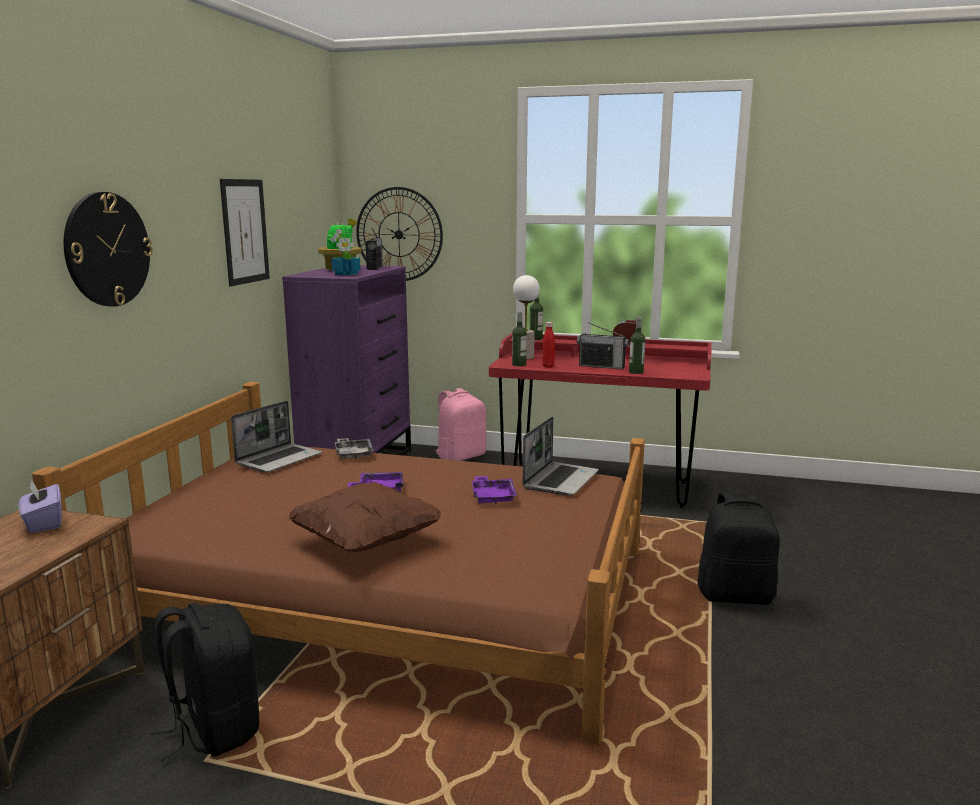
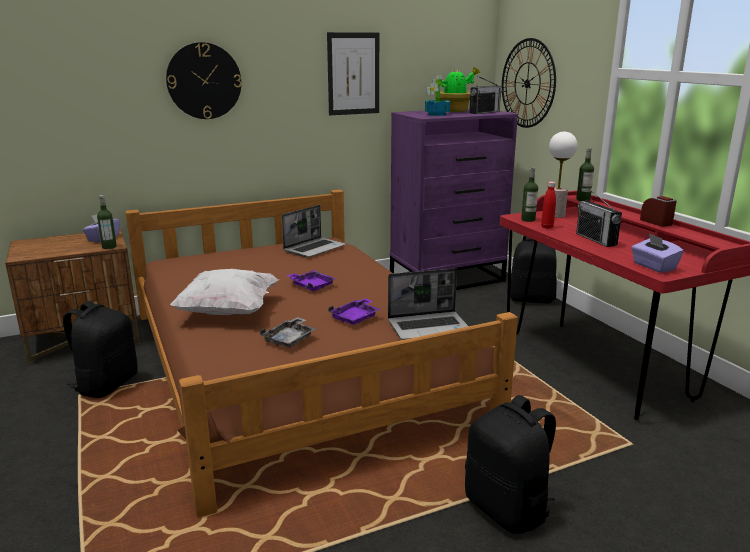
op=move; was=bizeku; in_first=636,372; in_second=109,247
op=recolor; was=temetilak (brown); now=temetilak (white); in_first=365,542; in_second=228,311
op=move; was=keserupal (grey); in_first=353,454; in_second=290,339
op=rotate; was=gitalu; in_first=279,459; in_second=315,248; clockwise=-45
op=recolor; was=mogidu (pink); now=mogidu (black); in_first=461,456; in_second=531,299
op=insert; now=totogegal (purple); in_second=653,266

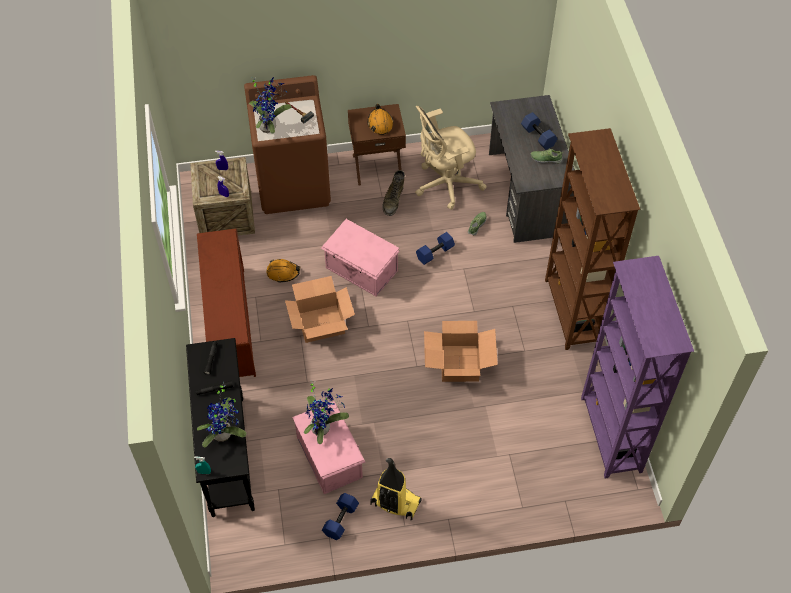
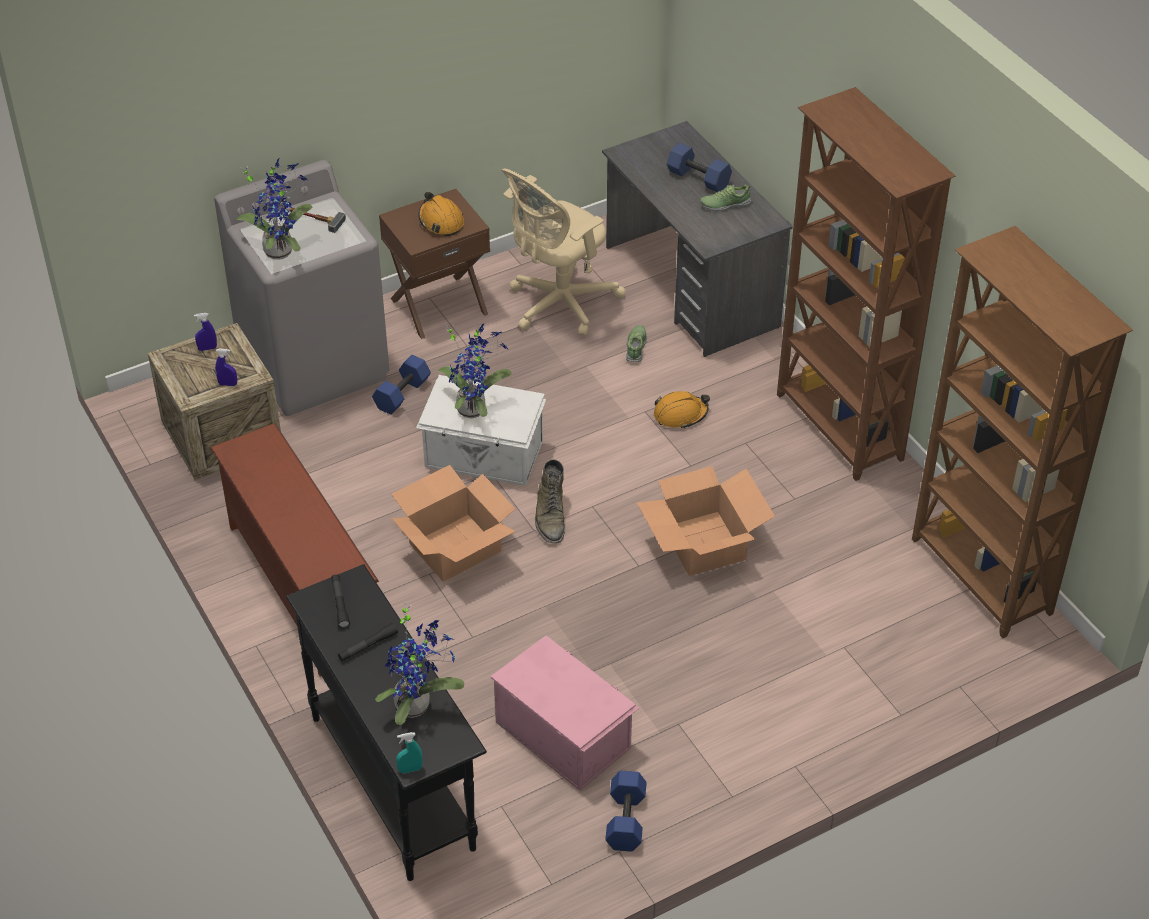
op=recolor; was=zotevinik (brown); now=zotevinik (grey); in_first=293,184; in_second=314,363
op=move; was=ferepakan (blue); in_first=435,252; in_second=402,393
op=recolor; was=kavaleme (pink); now=kavaleme (white); in_first=361,270; in_second=484,455
op=move; was=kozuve; in_first=323,427; in_second=474,407
op=move; was=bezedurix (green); in_first=393,200; in_second=550,516
op=move; was=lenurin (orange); in_first=283,273; in_second=680,414
op=recolor; was=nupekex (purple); now=nupekex (brown); in_first=610,435; in_second=980,577
op=delete; was=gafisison; in_first=394,503

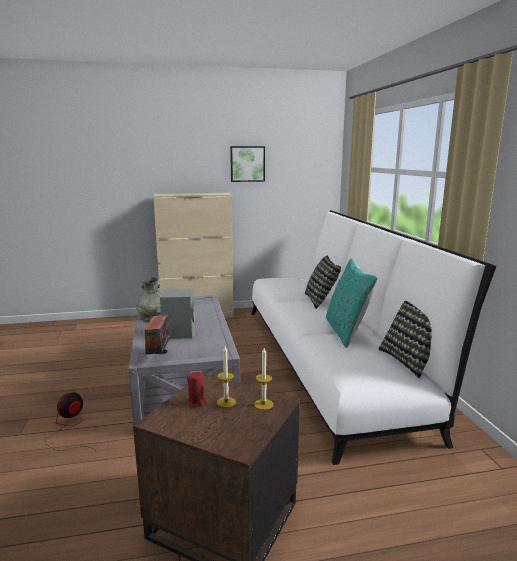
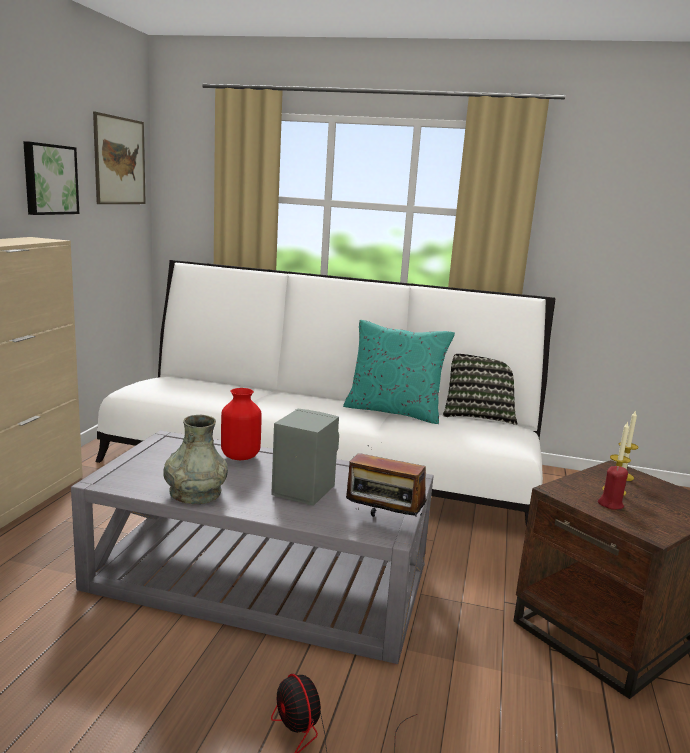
op=insert; now=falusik; in_second=120,161
op=insert; now=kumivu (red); in_second=240,456
op=delete; was=temetilak; in_first=321,300

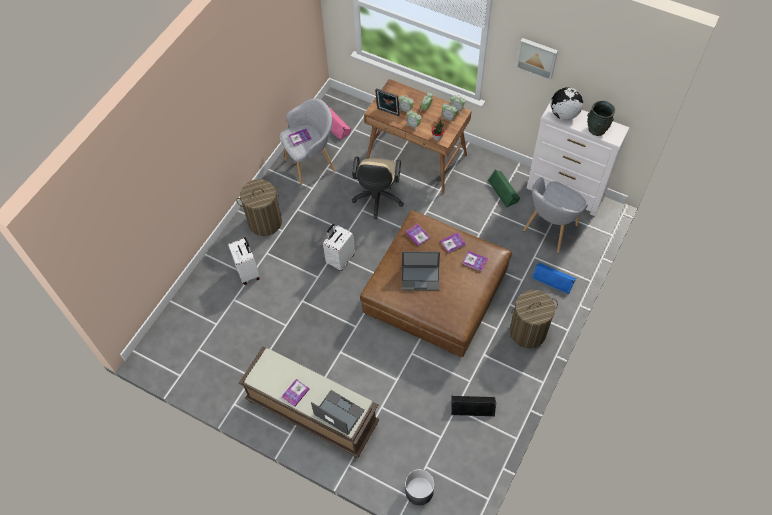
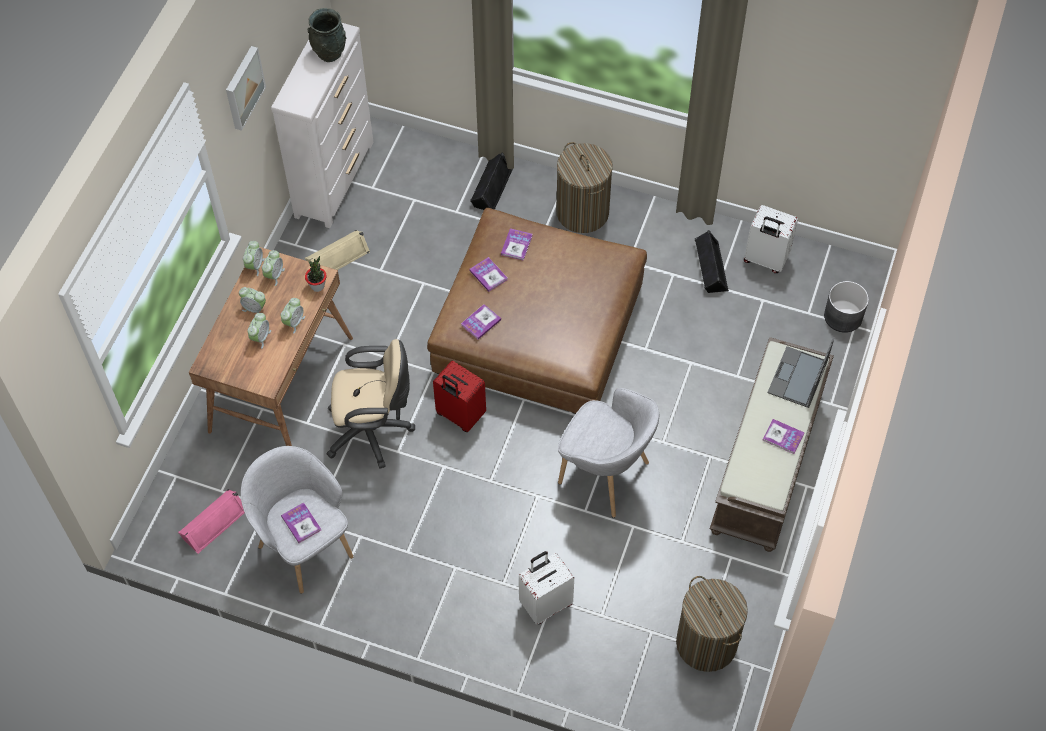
op=recolor; was=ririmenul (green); now=ririmenul (beige); in_first=504,190; in_second=337,257
op=insert; now=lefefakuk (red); in_second=459,415
op=recolor; was=ririmenul (blue); now=ririmenul (black); in_first=553,279; in_second=491,187
op=move; was=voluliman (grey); in_first=550,230; in_second=605,476
op=move; was=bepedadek; in_first=265,222; in_second=706,643
op=move; was=lefefakuk (white); in_first=340,259; in_second=765,260
op=delete; was=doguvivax; in_first=387,113
op=delete; was=gitalu; in_first=421,278
op=delete; was=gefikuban; in_first=563,114

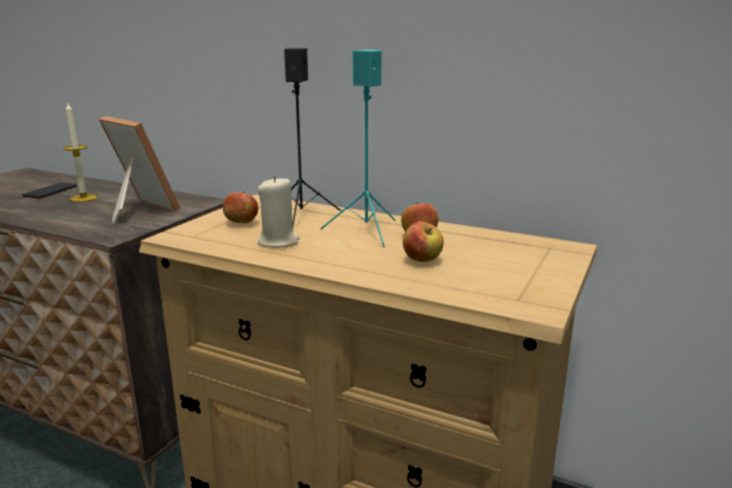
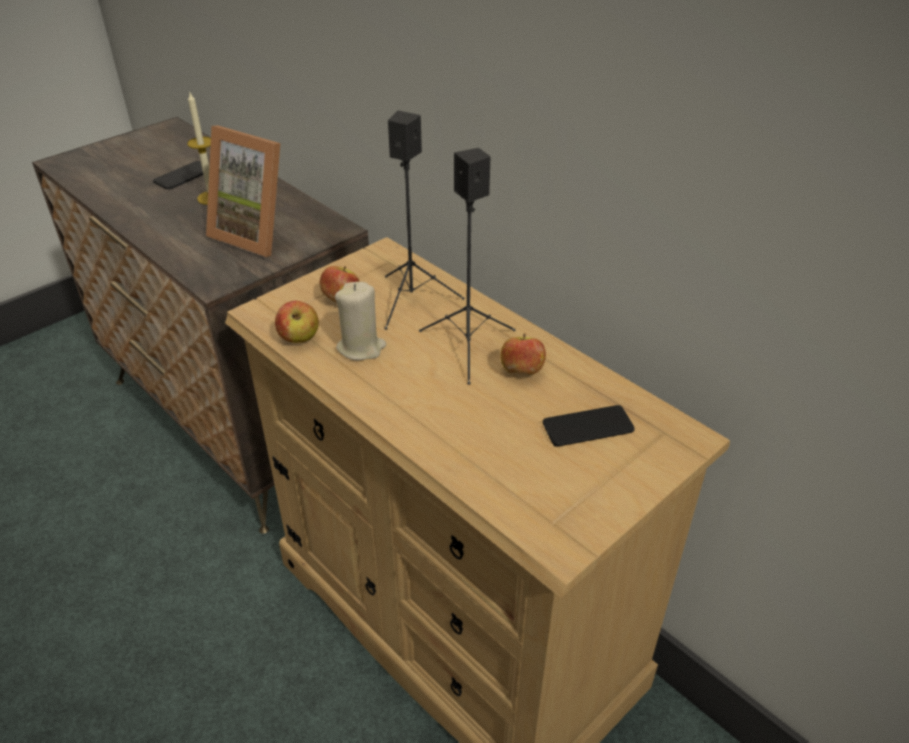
op=rotate; was=doguvivax; in_first=137,210; in_second=257,234; clockwise=150
op=move; was=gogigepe; in_first=422,260; in_second=299,338
op=recolor; was=ririmenul (turquoise); now=ririmenul (black); in_first=367,231; in_second=468,348
op=insert; now=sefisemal; in_second=588,427

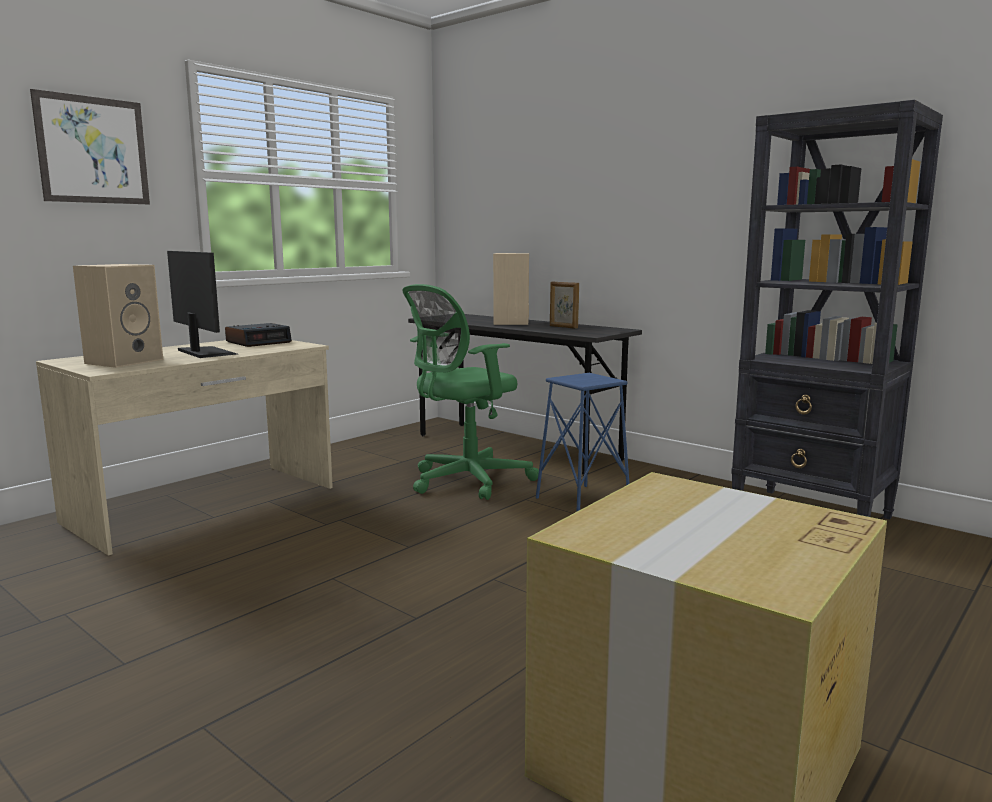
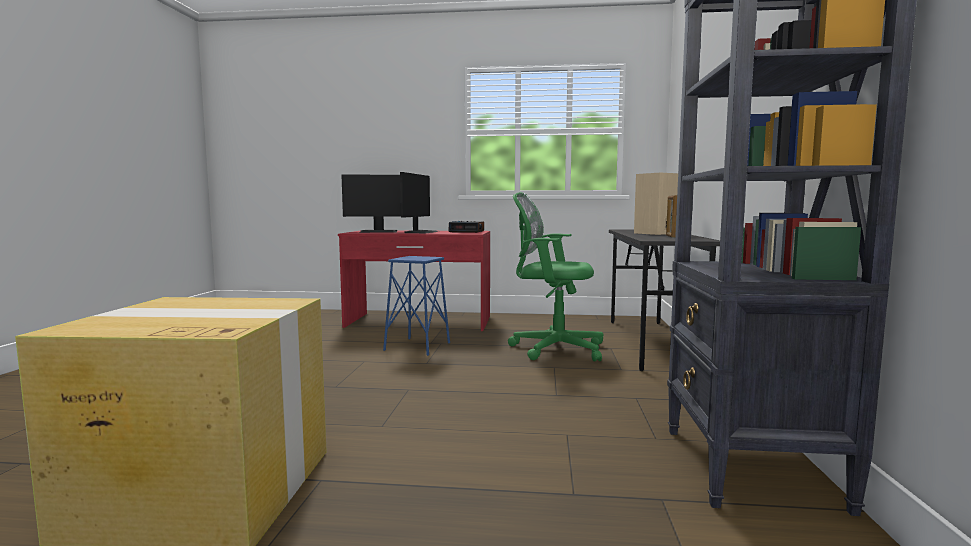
op=recolor; was=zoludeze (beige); now=zoludeze (red); in_first=205,504; in_second=419,322
op=replace; was=ririmenul (beige); now=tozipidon; in_first=125,361; in_second=378,231
op=move; was=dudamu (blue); in_first=582,501; in_second=417,346
op=delete; was=falusik; in_first=93,150

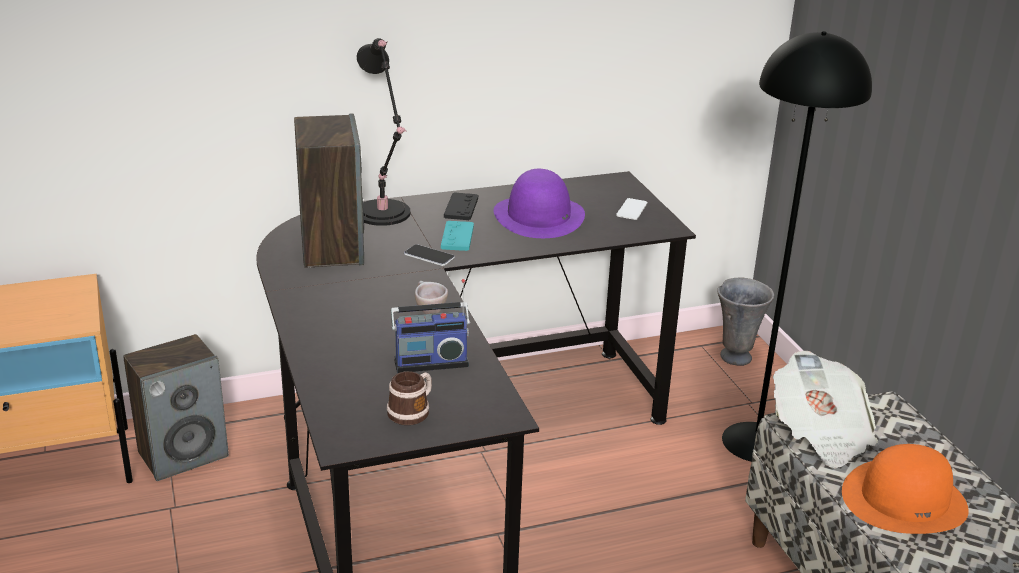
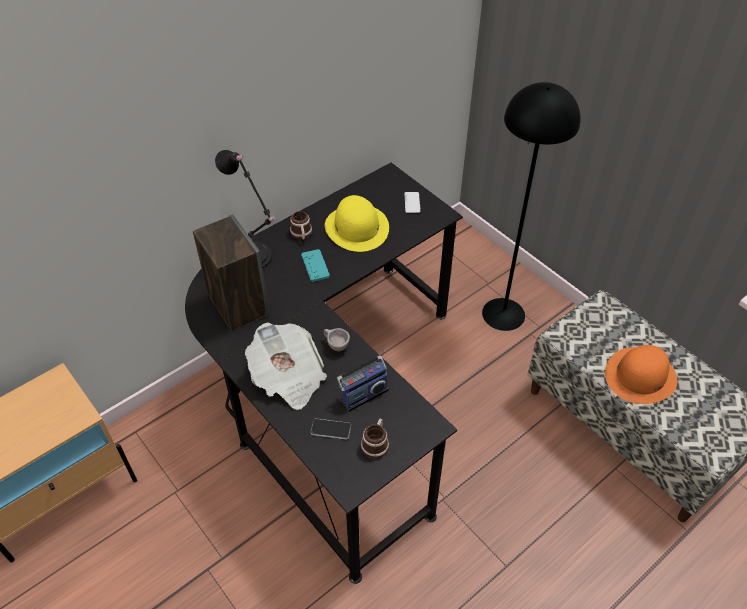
op=move; was=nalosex; in_first=820,433; in_second=288,378
op=replace; was=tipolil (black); now=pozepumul; in_first=461,207; in_second=301,234
op=move; was=sefisemal; in_first=429,256; in_second=330,429
op=recolor; was=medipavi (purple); now=medipavi (yellow); in_first=539,216; in_second=357,228
op=delete; was=ririmenul; in_first=183,454
op=delete; was=kumivu (grey); in_first=736,356

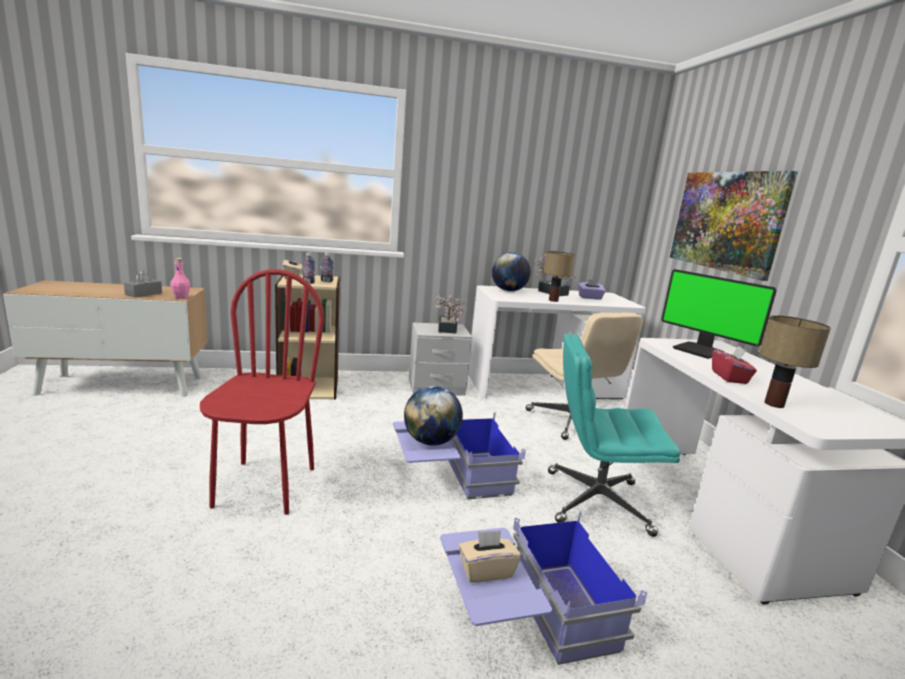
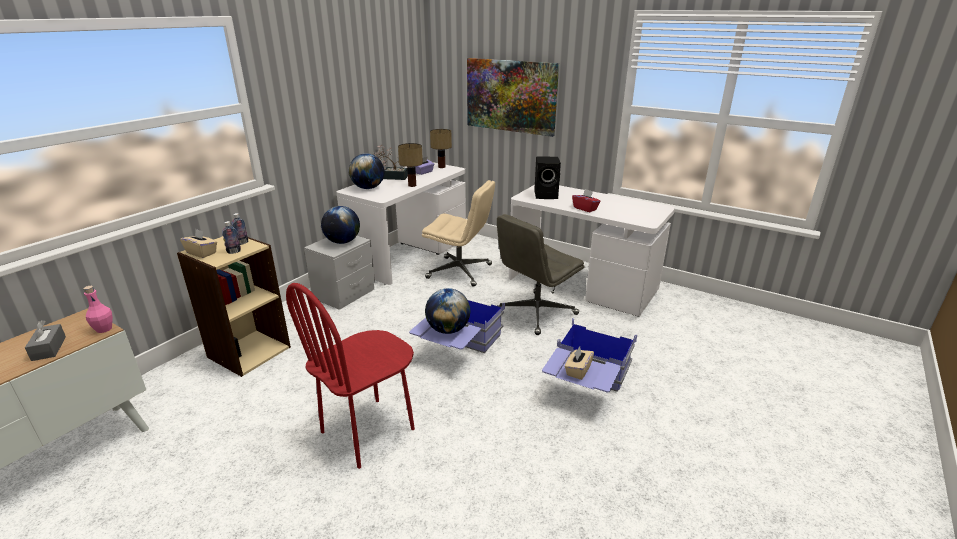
op=rotate; was=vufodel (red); in_first=264,486; in_second=368,431; clockwise=-90
op=replace; was=kozuve; now=gefikuban; in_first=446,330; in_second=342,242
op=move; was=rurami; in_first=773,404; in_second=441,167
op=recolor; was=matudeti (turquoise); now=matudeti (grey); in_first=595,502; in_second=536,313
op=replace; was=tozipidon; now=ririmenul (black); in_first=699,350; in_second=547,195

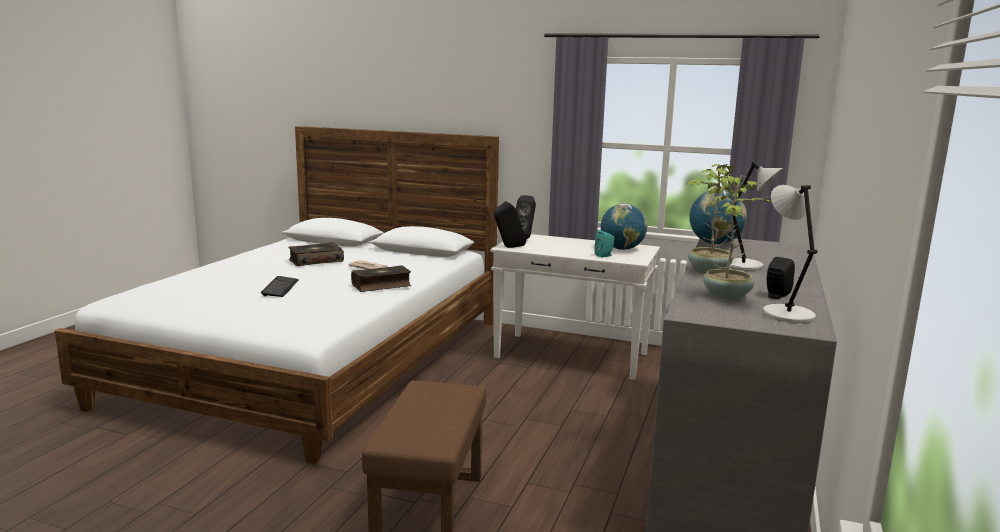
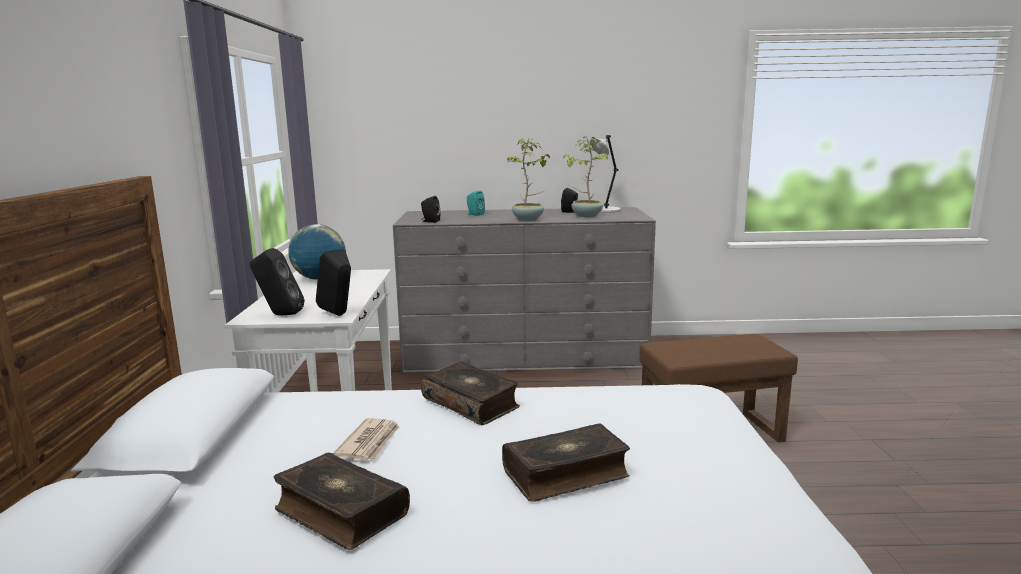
op=replace; was=gefikuban; now=ririmenul (black); in_first=715,244; in_second=430,221
op=move; was=ririmenul (turquoise); in_first=605,255; in_second=474,214
op=replace; was=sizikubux; now=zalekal; in_first=280,288; in_second=566,474
op=delete; was=rurami (grey); in_first=745,266

